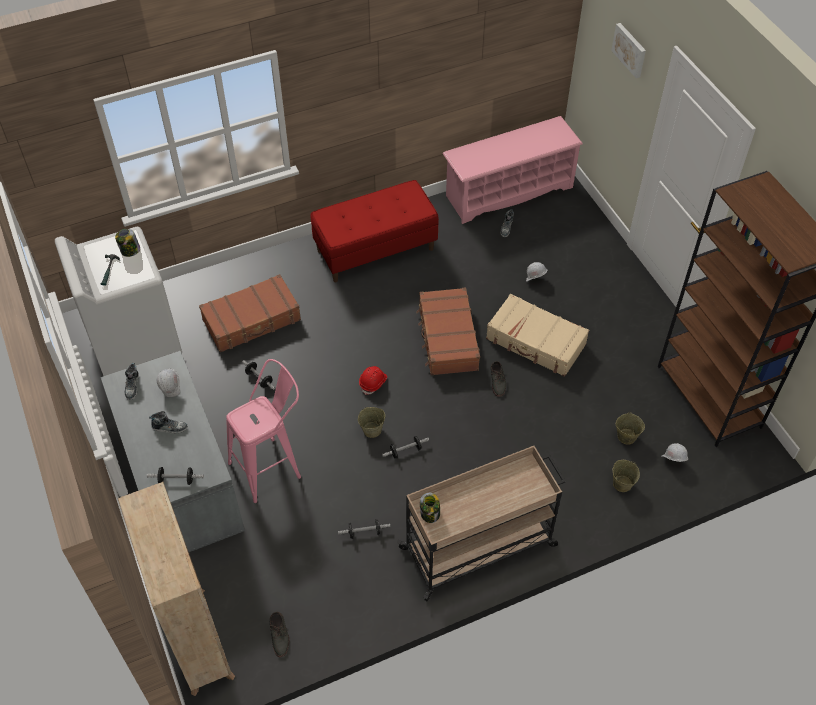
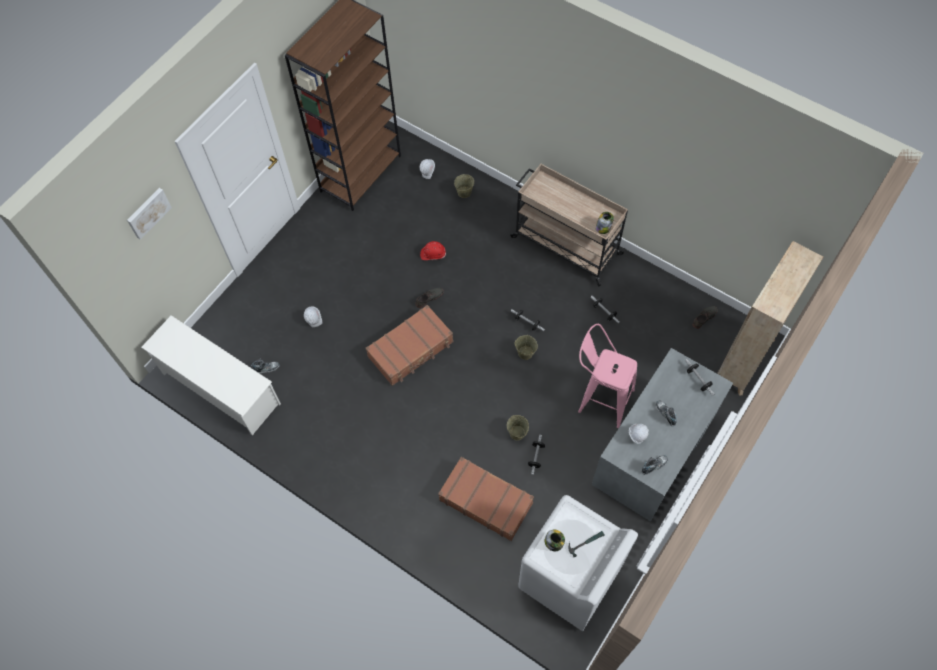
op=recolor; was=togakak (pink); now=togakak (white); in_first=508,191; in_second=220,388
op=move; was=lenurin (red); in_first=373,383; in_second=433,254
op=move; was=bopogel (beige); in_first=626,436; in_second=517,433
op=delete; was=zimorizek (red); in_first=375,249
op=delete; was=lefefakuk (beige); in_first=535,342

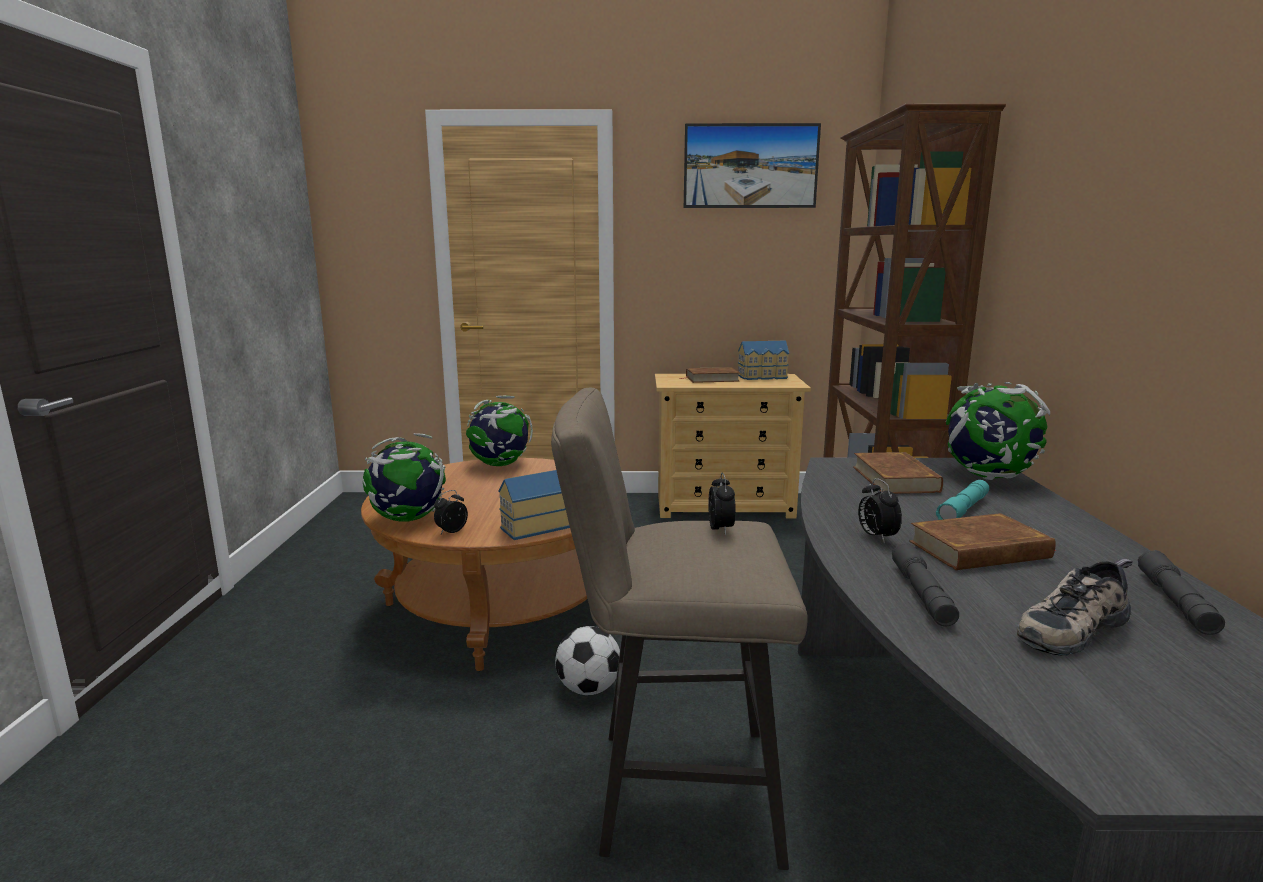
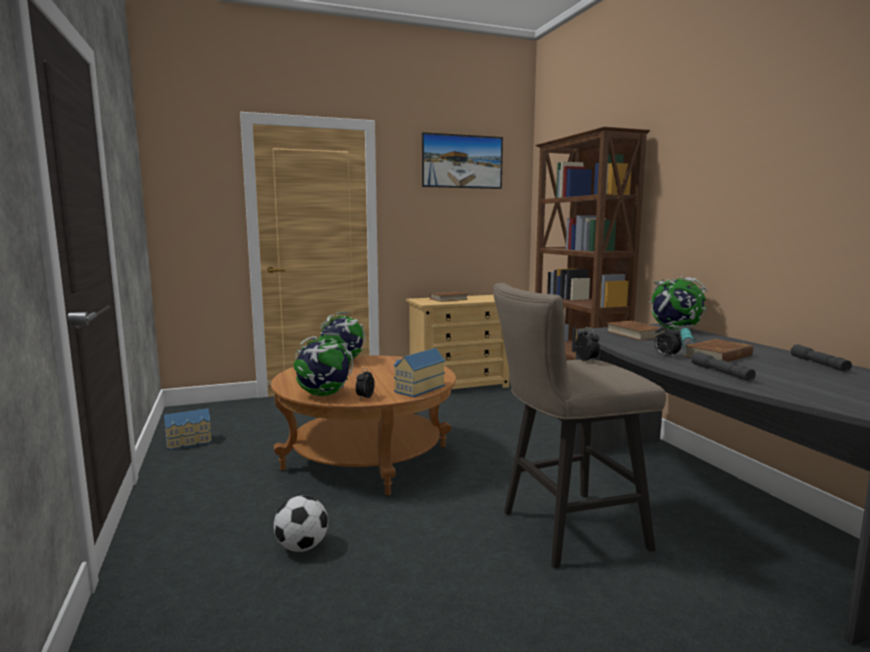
op=move; was=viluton; in_first=763,377; in_second=189,442
op=move; was=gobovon; in_first=589,689; in_second=302,547
op=delete; was=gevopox; in_first=1070,626

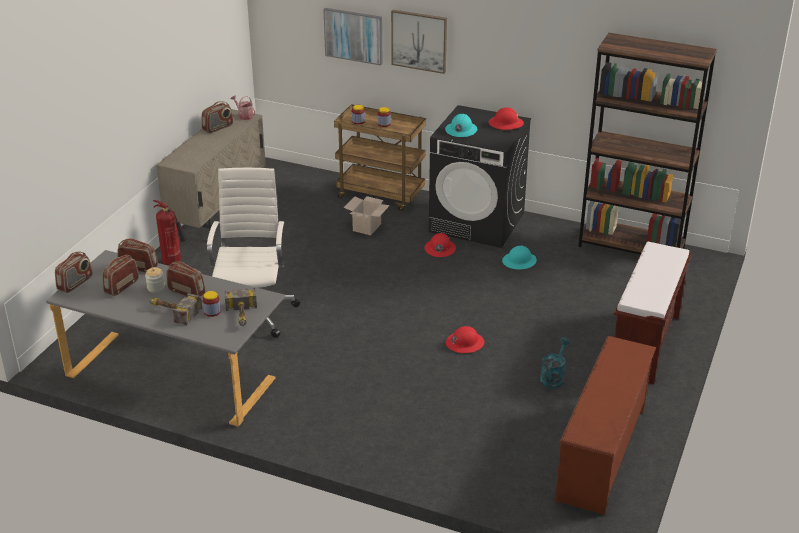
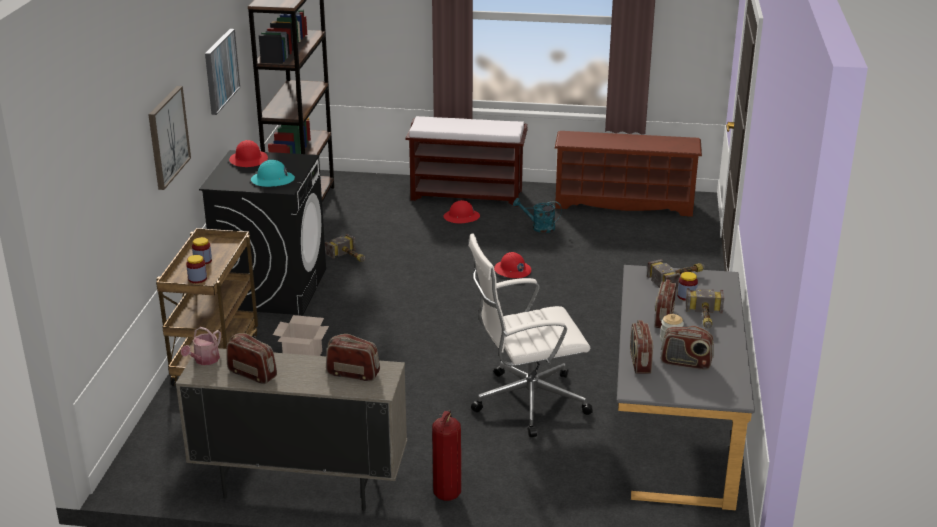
op=move; was=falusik; in_first=353,35; in_second=220,71
op=replace; was=lenurin (turquoise); now=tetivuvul; in_first=519,261; in_second=350,257
op=move; was=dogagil; in_first=75,283; in_second=353,374
op=move; was=lenurin (red); in_first=439,249; in_second=461,217

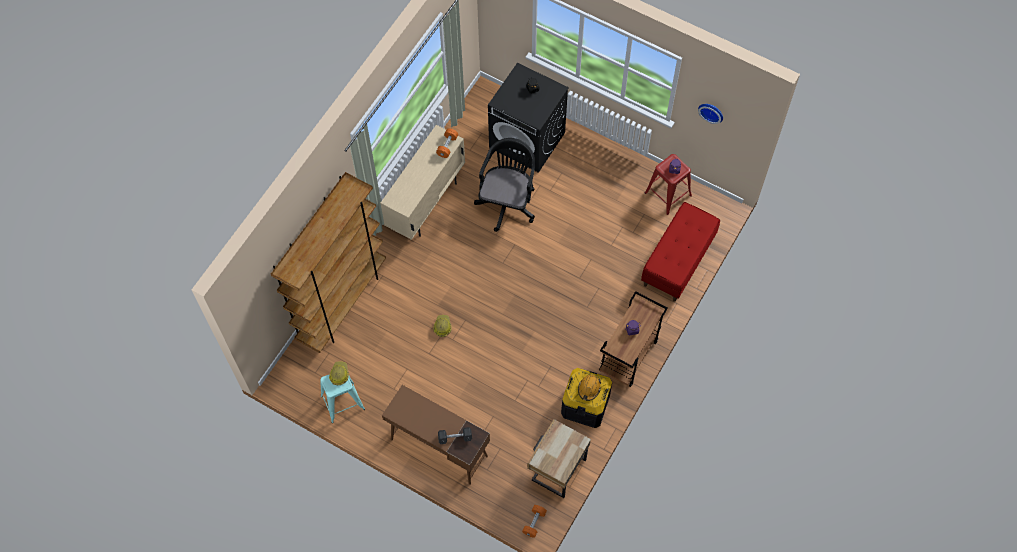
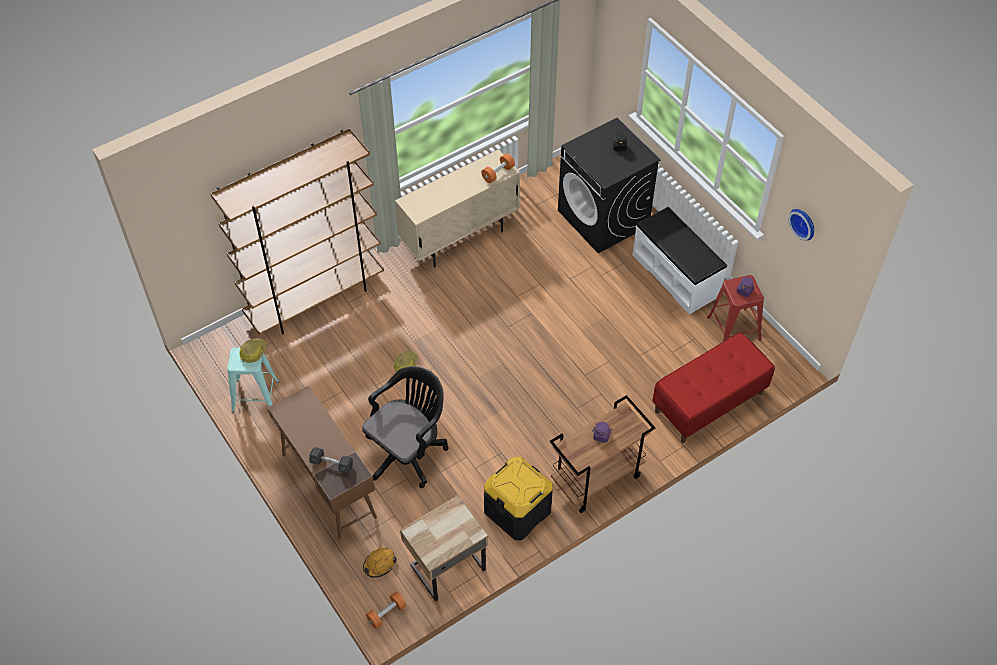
op=move; was=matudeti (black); in_first=507,202; in_second=408,451
op=move; was=lenurin (orange); in_first=589,388; in_second=379,564
op=insert; now=zimorizek (white); in_second=676,275

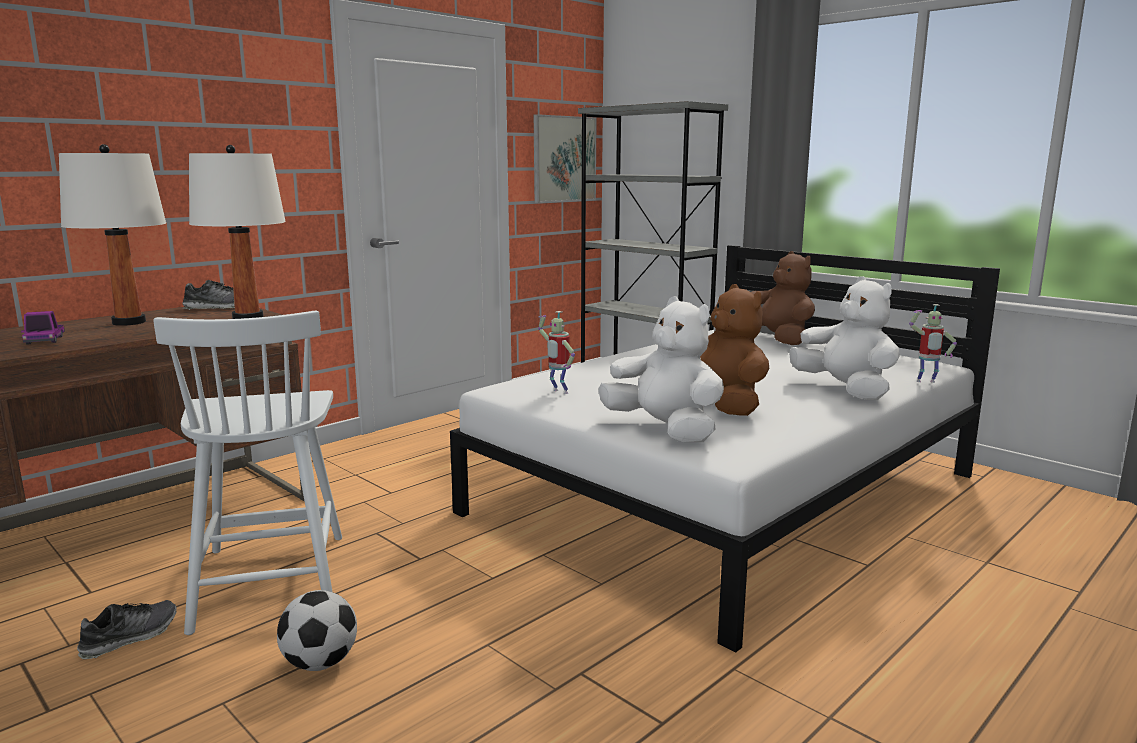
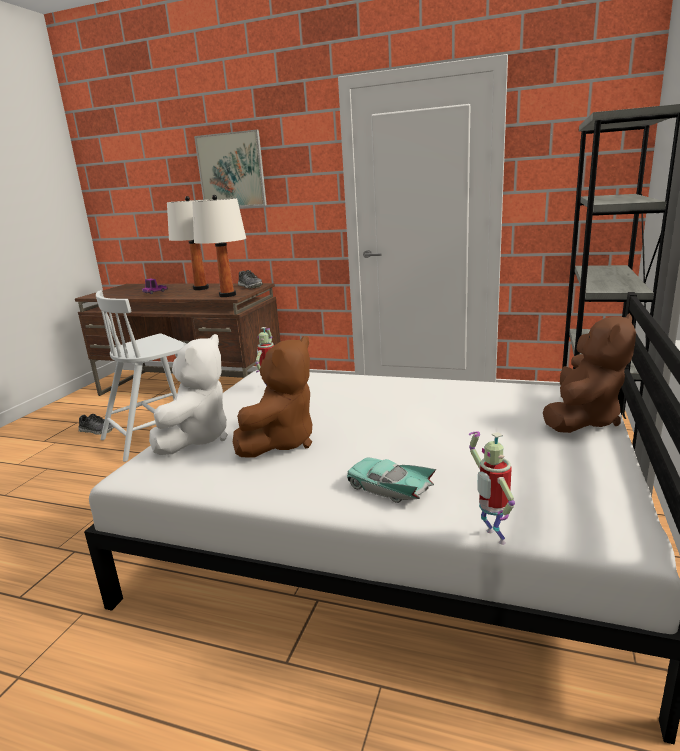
op=move; was=falusik; in_first=564,159; in_second=231,170
op=replace; was=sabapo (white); now=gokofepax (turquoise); in_first=845,390; in_second=389,489
op=delete; was=gobovon; in_first=320,663

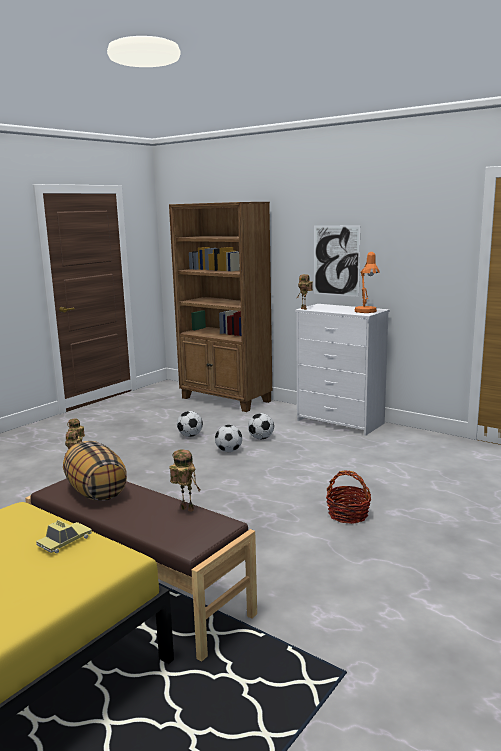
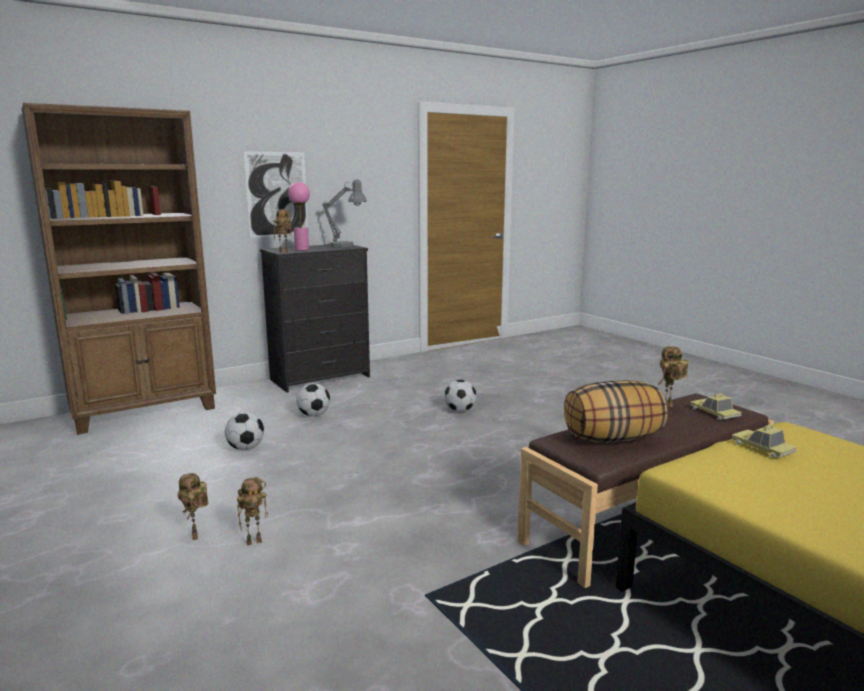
op=recolor; was=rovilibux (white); now=rovilibux (black); in_first=340,422; in_second=321,378
op=insert; now=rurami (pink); in_second=301,249
op=recolor; was=rurami (orange); now=rurami (grey); in_first=366,312; in_second=347,246
op=move; was=gobovon; in_first=229,451; in_second=460,411
op=insert; now=gokofepax; in_second=714,413
op=delete; was=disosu; in_first=348,515

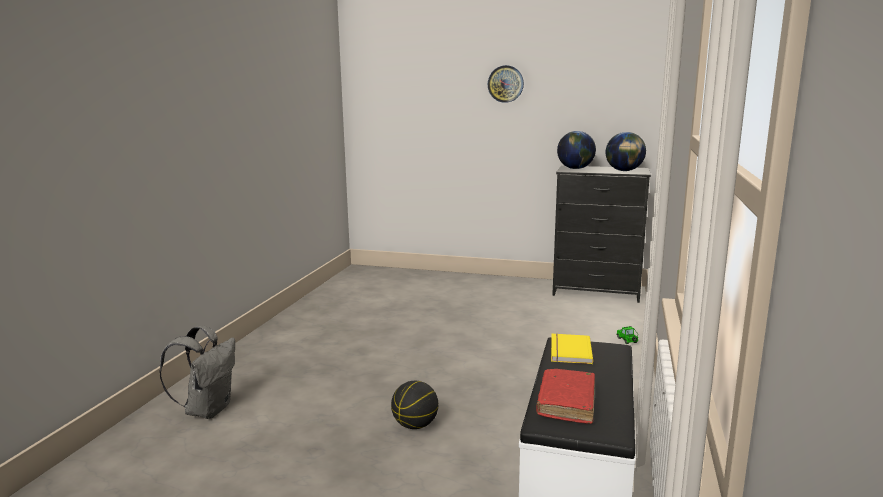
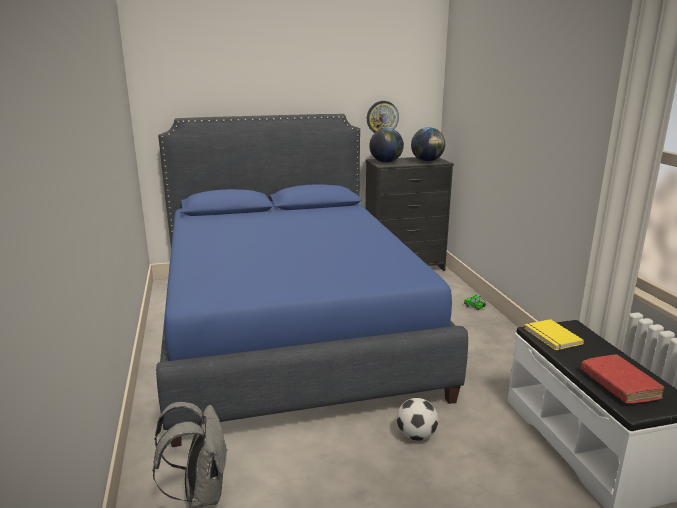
op=insert; now=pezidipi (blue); in_second=289,329
op=move; was=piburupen; in_first=505,84; in_second=382,117
op=replace; was=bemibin; now=gobovon; in_first=415,425; in_second=416,436

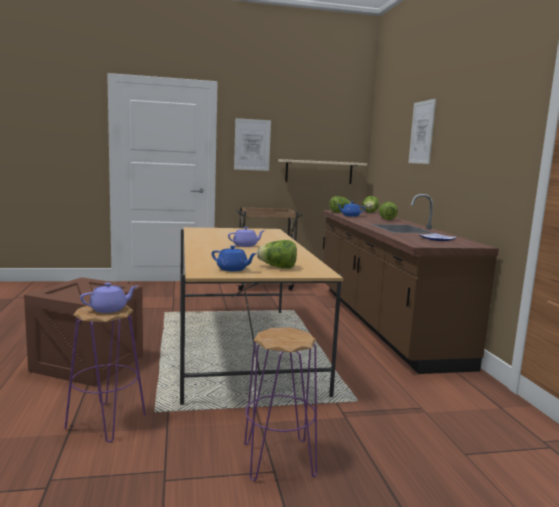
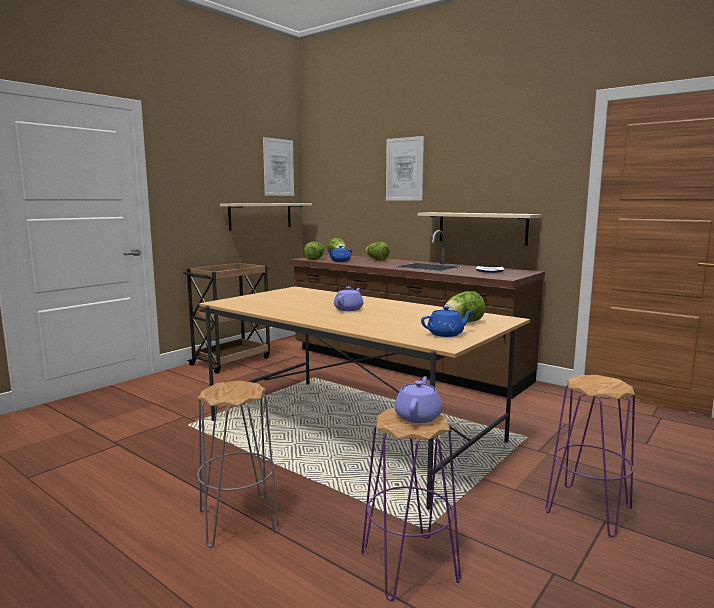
op=replace; was=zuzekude; now=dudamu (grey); in_first=88,363; in_second=238,520
op=move; was=falusik; in_first=252,144; in_second=278,167
op=insert; now=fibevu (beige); in_second=482,228

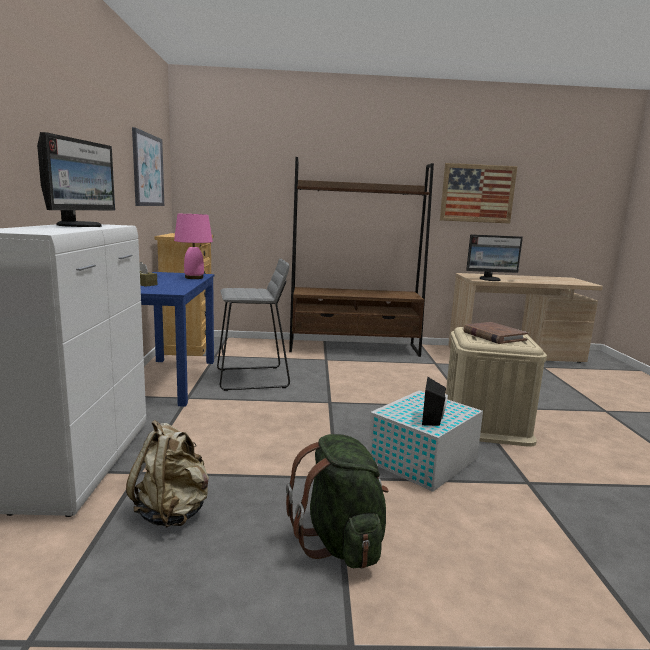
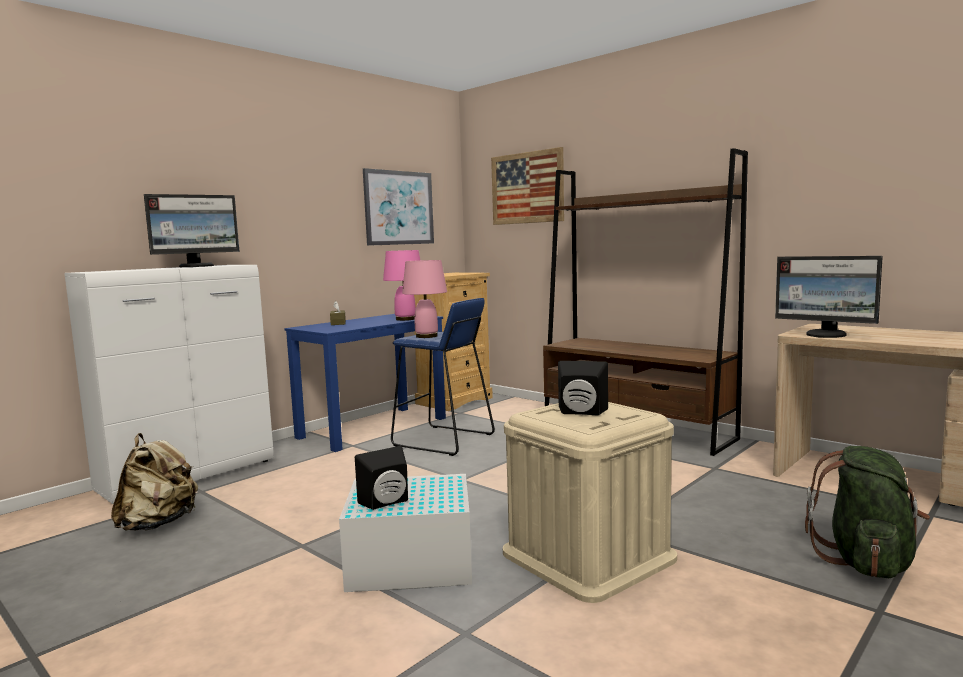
op=recolor; was=dudamu (grey); now=dudamu (blue); in_first=253,378; in_second=443,440
op=insert; now=rurami (pink); in_second=426,336
op=move; was=falusik; in_first=477,193; in_second=527,188
op=replace; was=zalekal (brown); now=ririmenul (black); in_first=494,336; in_second=581,413
op=move; was=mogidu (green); in_first=340,542; in_second=865,561

